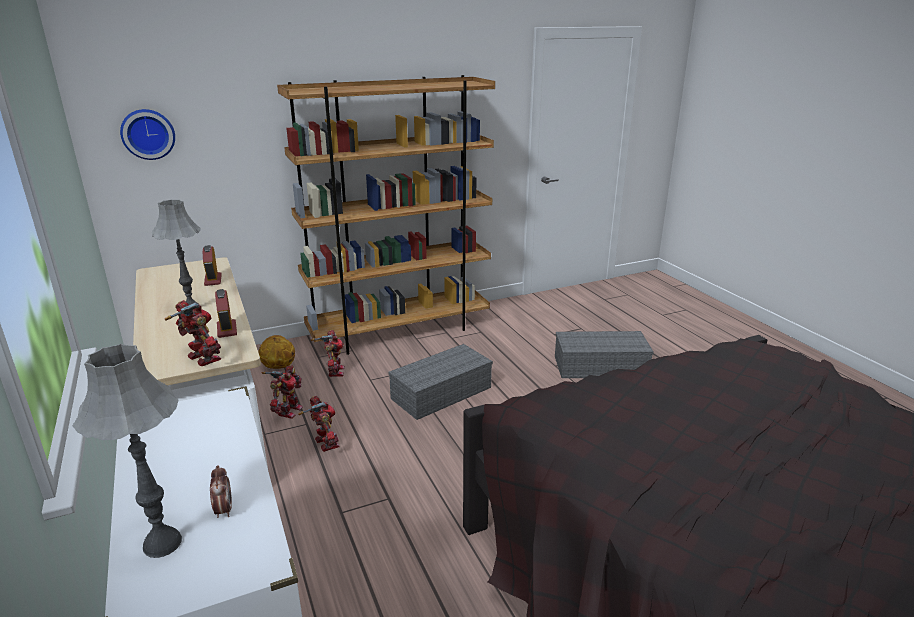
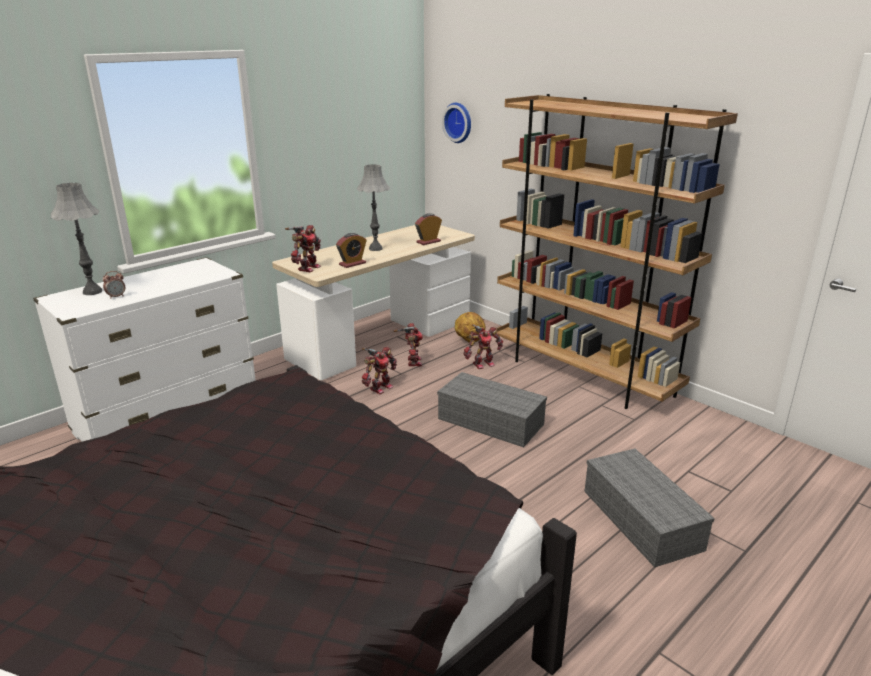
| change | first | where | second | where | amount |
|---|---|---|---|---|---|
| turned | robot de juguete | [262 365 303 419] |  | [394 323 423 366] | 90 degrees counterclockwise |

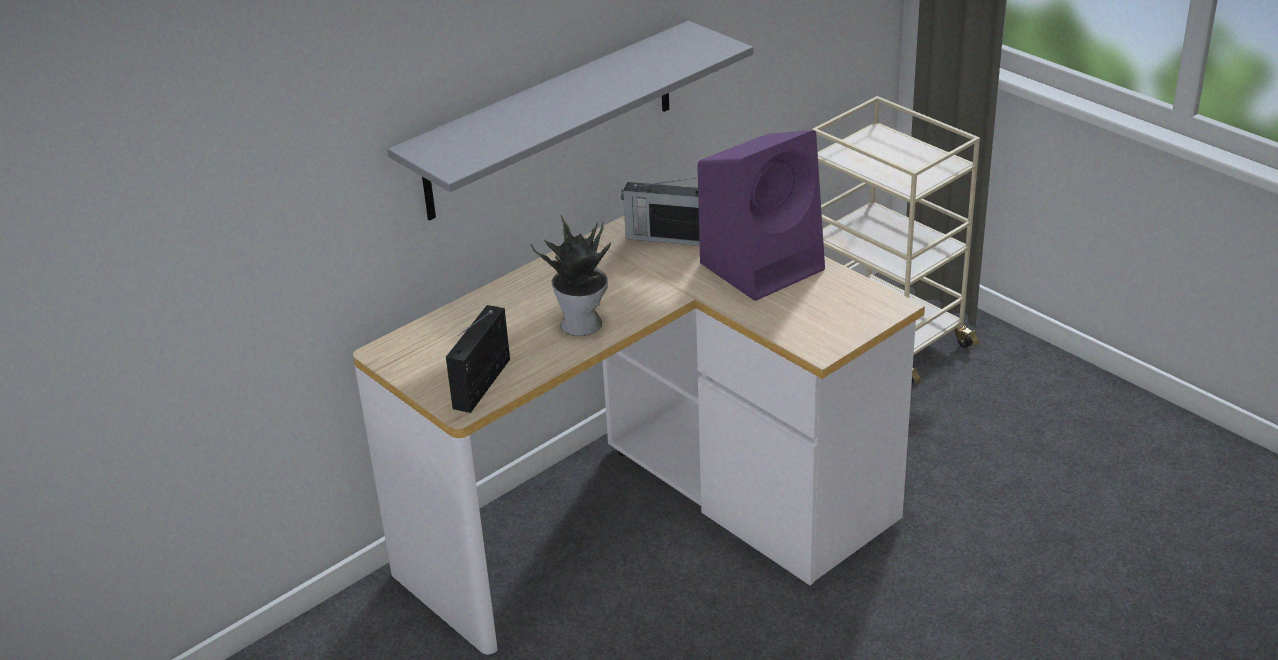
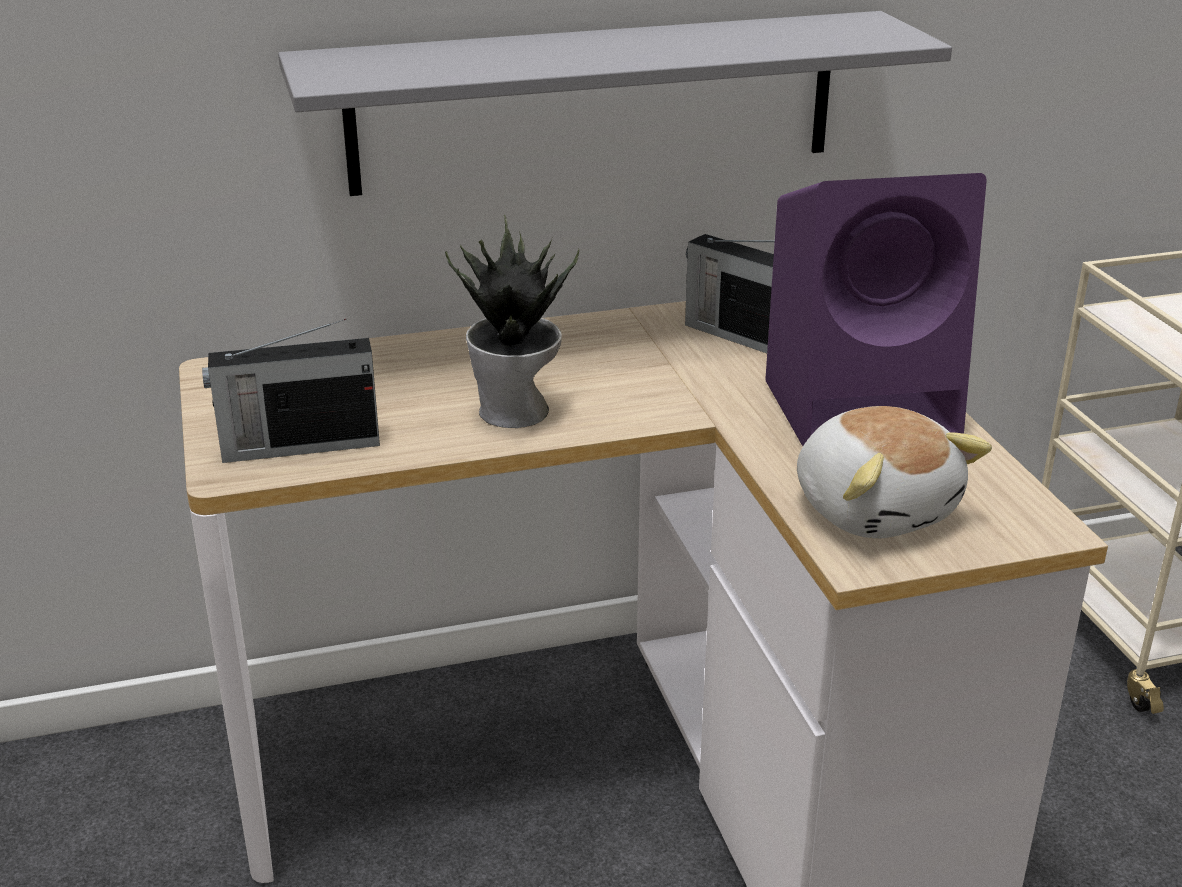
| change | first | where | second | where | amount |
|---|---|---|---|---|---|
| turned | radio | [446 305 510 413] |  | [202 319 380 463] | 150 degrees counterclockwise |
| added |  |  | peluche | [797 406 992 539] |  |

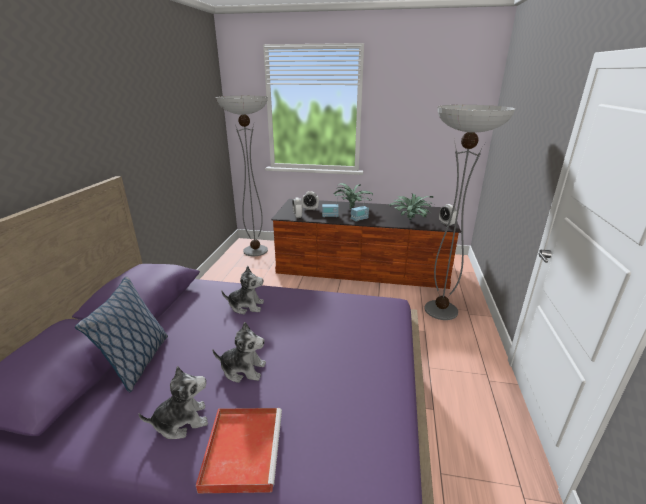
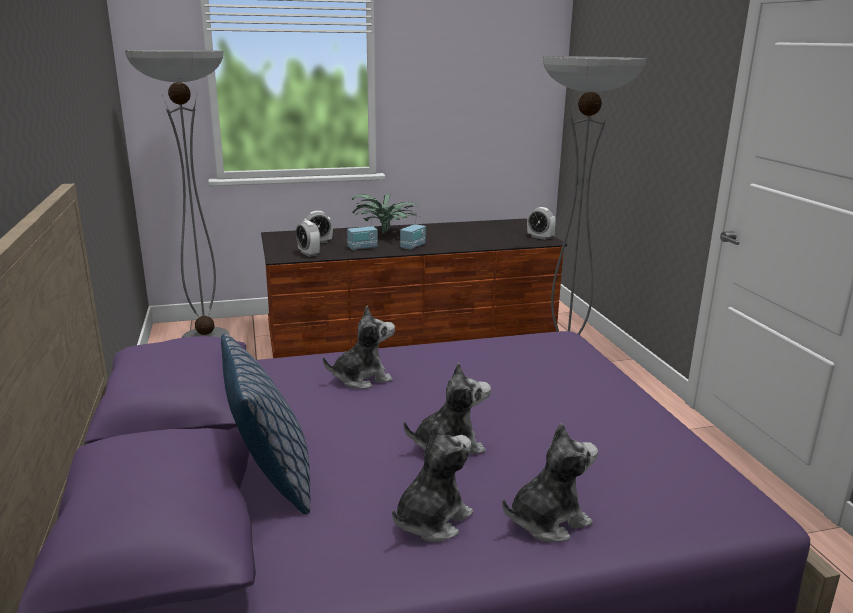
| change | first | where | second | where | amount |
|---|---|---|---|---|---|
| replaced | bandeja [rojo] | [196 408 282 493] | peluche | [502 423 598 542] |  |
| removed | planta en maceta | [389 193 433 220] |  |  |  |

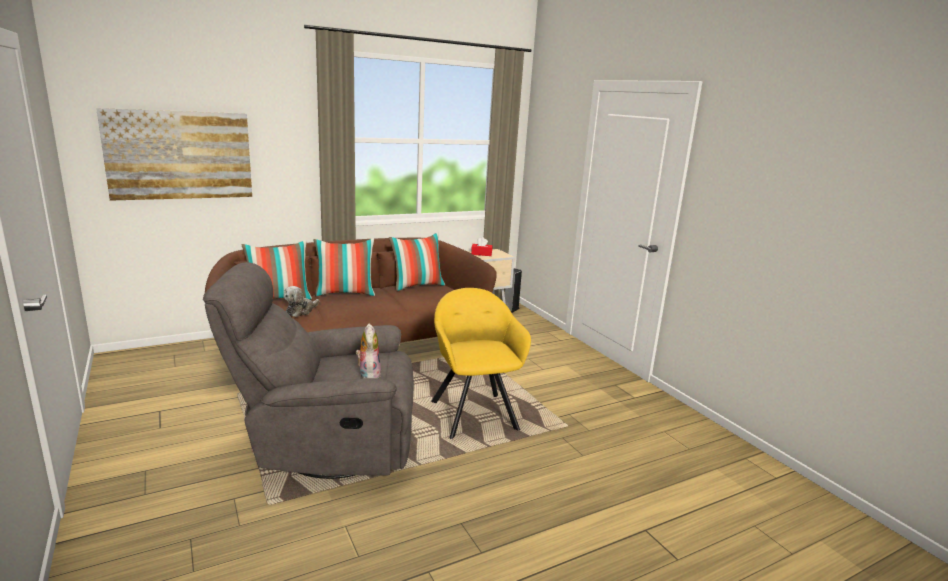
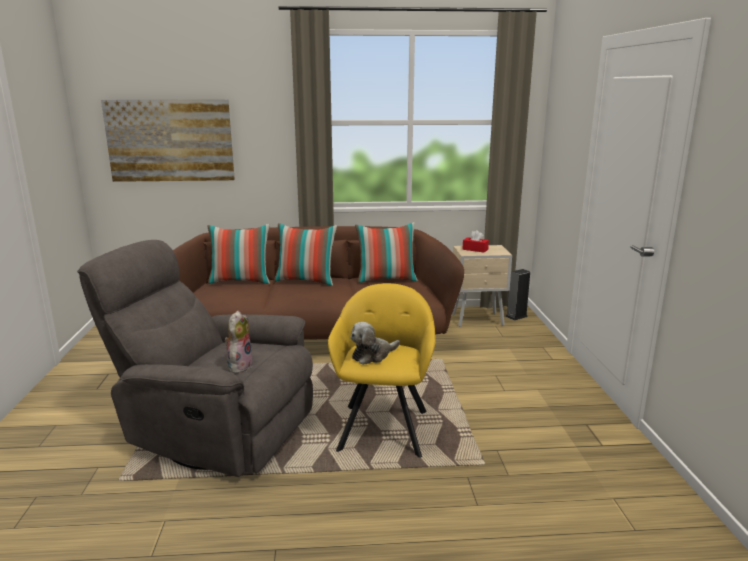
| change | first | where | second | where | amount |
|---|---|---|---|---|---|
| moved | peluche | [284 286 319 317] |  | [351 322 400 365] |  |

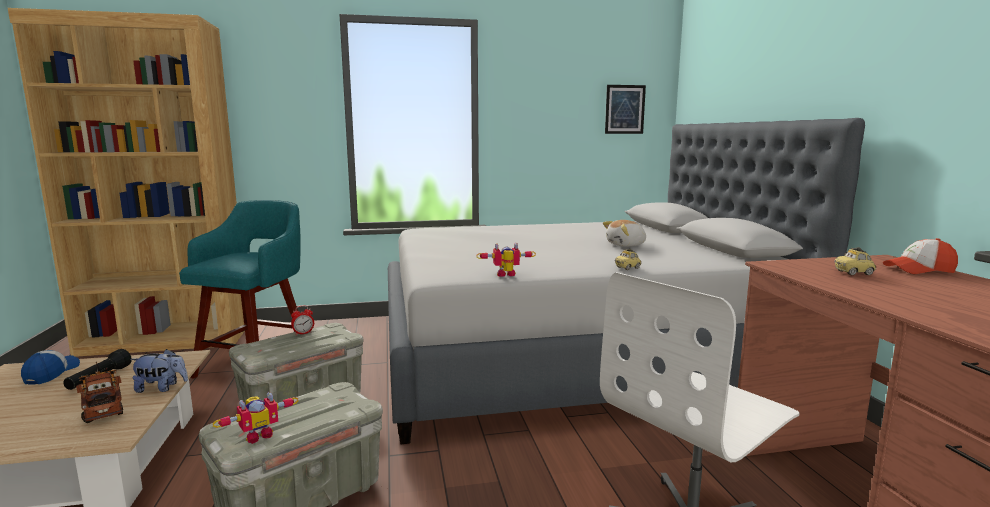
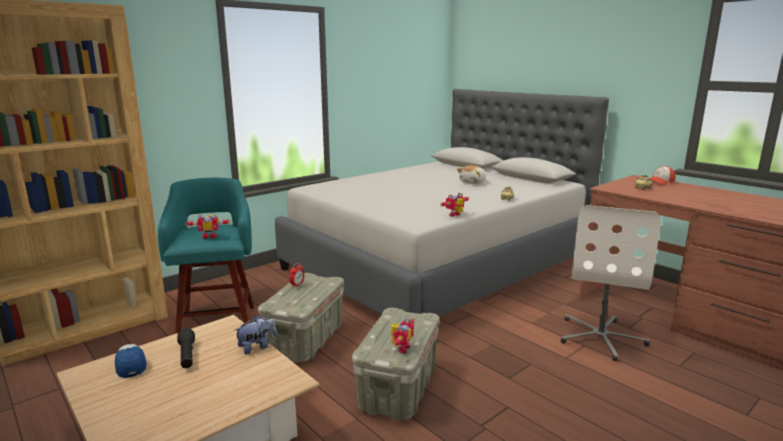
| change | first | where | second | where | amount |
|---|---|---|---|---|---|
| removed | camión de juguete | [76 362 123 423] |  |  |  |
| removed | cuadro | [605 85 646 134] |  |  |  |
| added |  |  | robot de juguete | [184 214 231 239] |  |

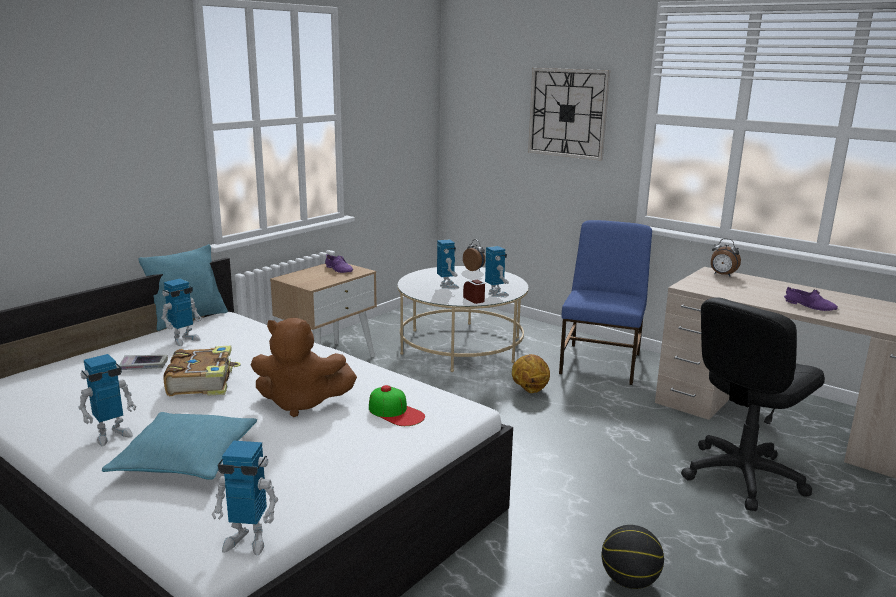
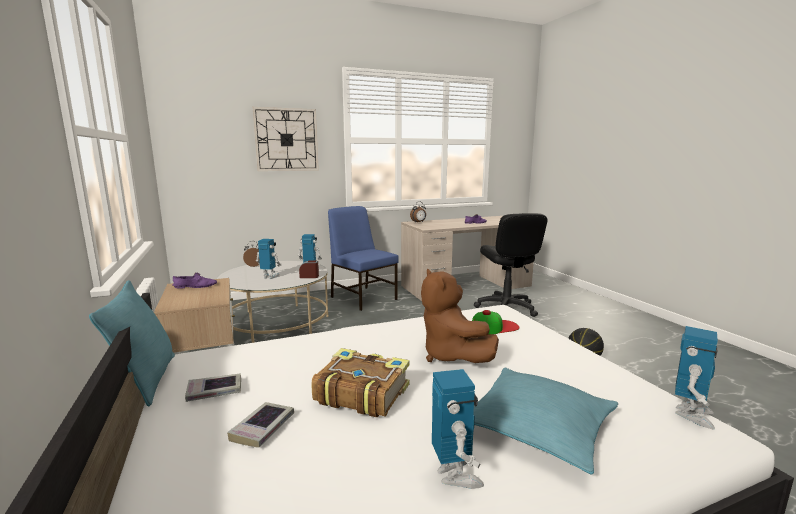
| change | first | where | second | where | amount |
|---|---|---|---|---|---|
| replaced | robot de juguete | [161 279 202 346] | libro | [185 374 241 402] |  |
| turned | peluche [marrón] | [251 318 357 417] |  | [421 269 499 363] | 120 degrees clockwise |
| removed | balón de baloncesto | [512 354 550 393] |  |  |  |

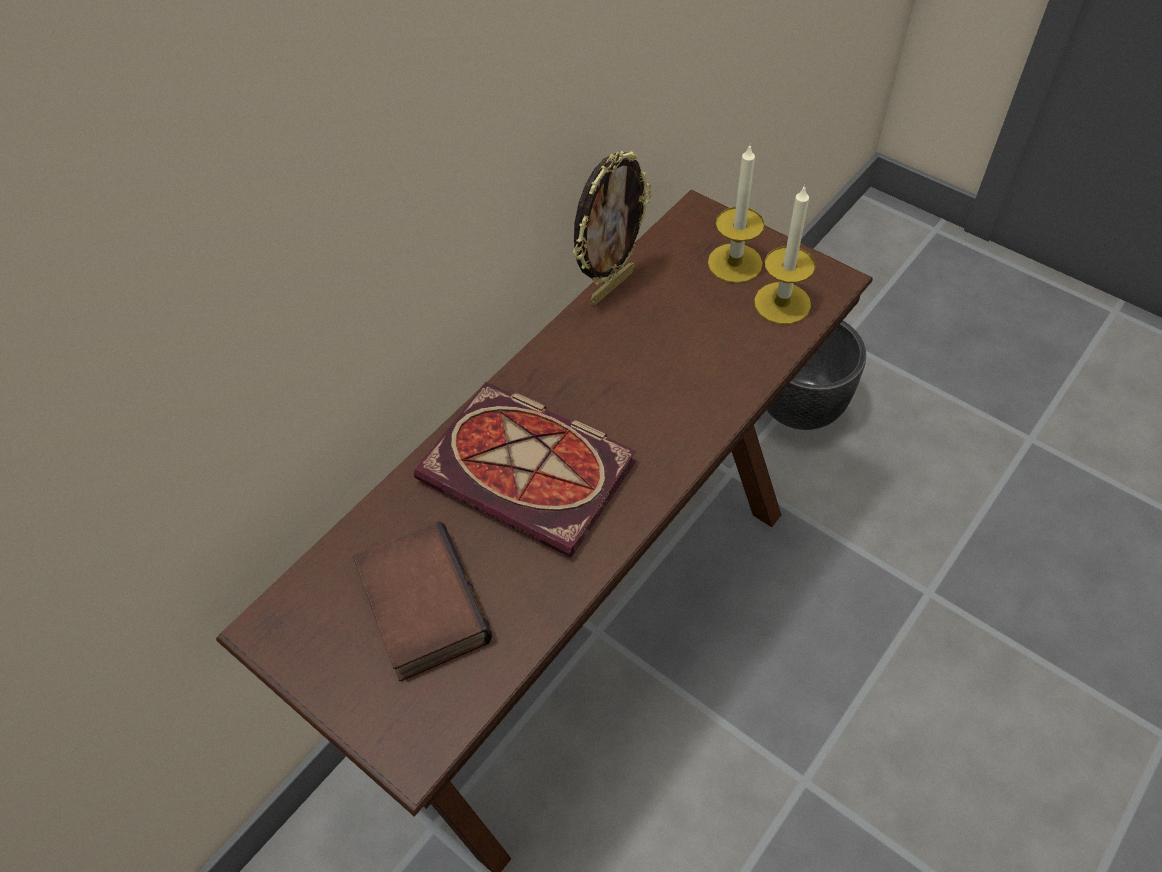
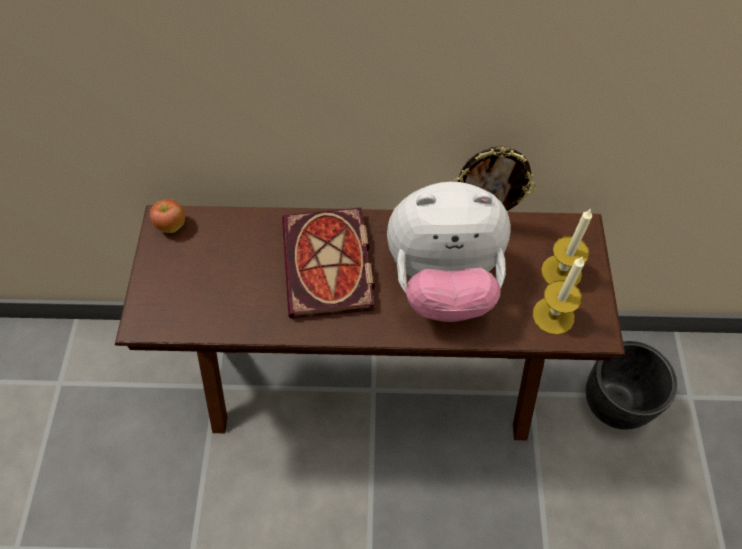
| change | first | where | second | where | amount |
|---|---|---|---|---|---|
| removed | libro | [353 521 493 681] |  |  |  |
| added |  |  | manzana | [150 199 185 233] |  |
| added |  |  | peluche | [387 182 510 322] |  |

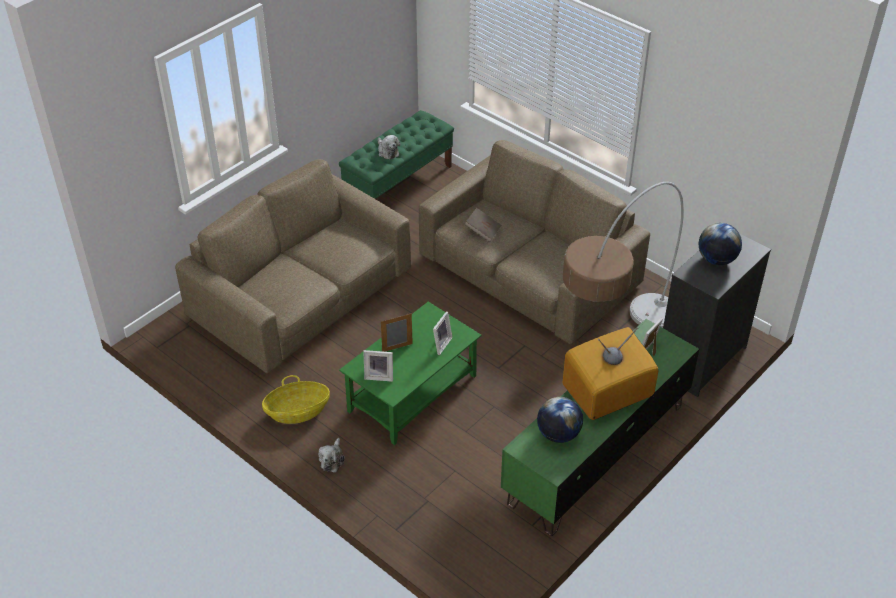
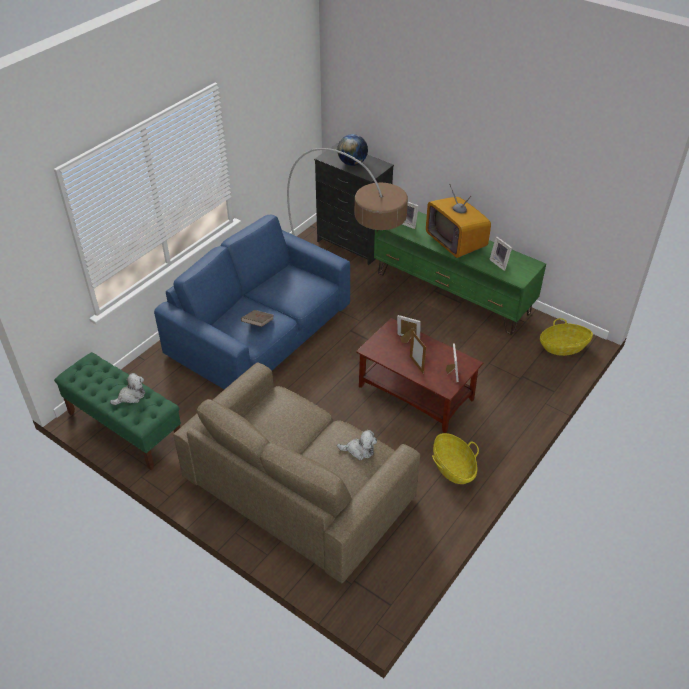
| change | first | where | second | where | amount |
|---|---|---|---|---|---|
| moved | peluche | [319 438 345 472] |  | [337 430 377 460] |  |
| recoloured | mesa de centro [verde] | [339 302 482 445] | mesa de centro [marrón] | [356 318 483 433] |  |
| recoloured | sofá [marrón] | [419 140 650 344] | sofá [azul] | [154 215 350 389] |  |
| replaced | globo terráqueo | [537 397 583 443] | portarretratos | [489 237 512 271] |  |
| added |  |  | cesta | [540 318 593 356] |  |

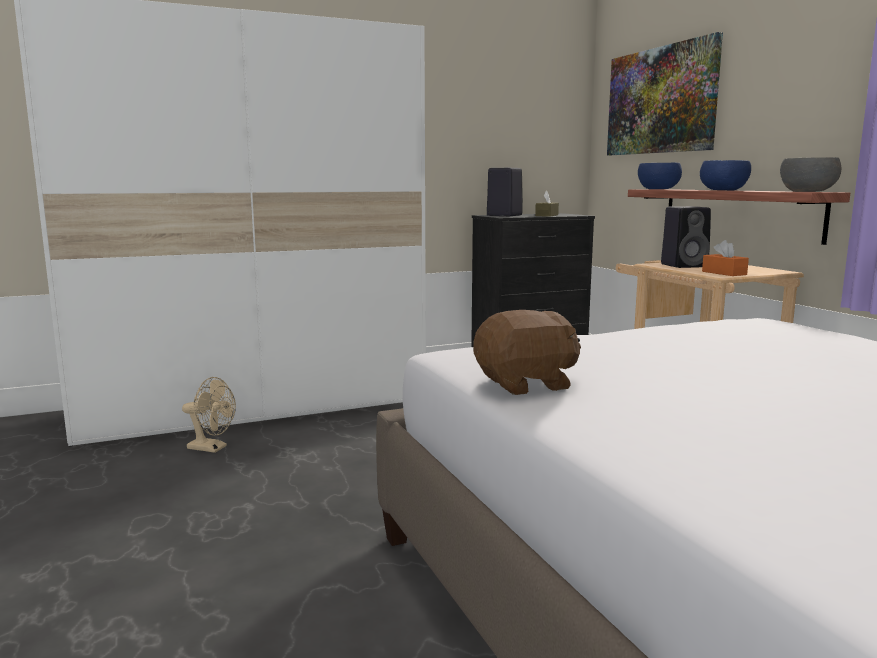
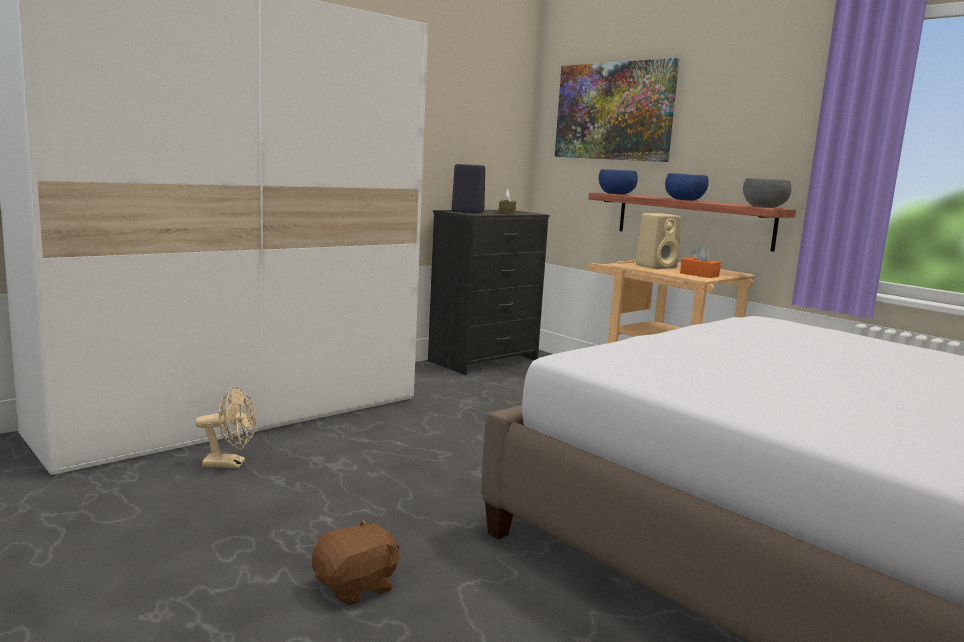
| change | first | where | second | where | amount |
|---|---|---|---|---|---|
| moved | peluche [marrón] | [473 310 581 395] |  | [312 520 400 606] |  |
| recoloured | altavoz [negro] | [661 206 711 268] | altavoz [beis] | [636 213 681 269] |  |

